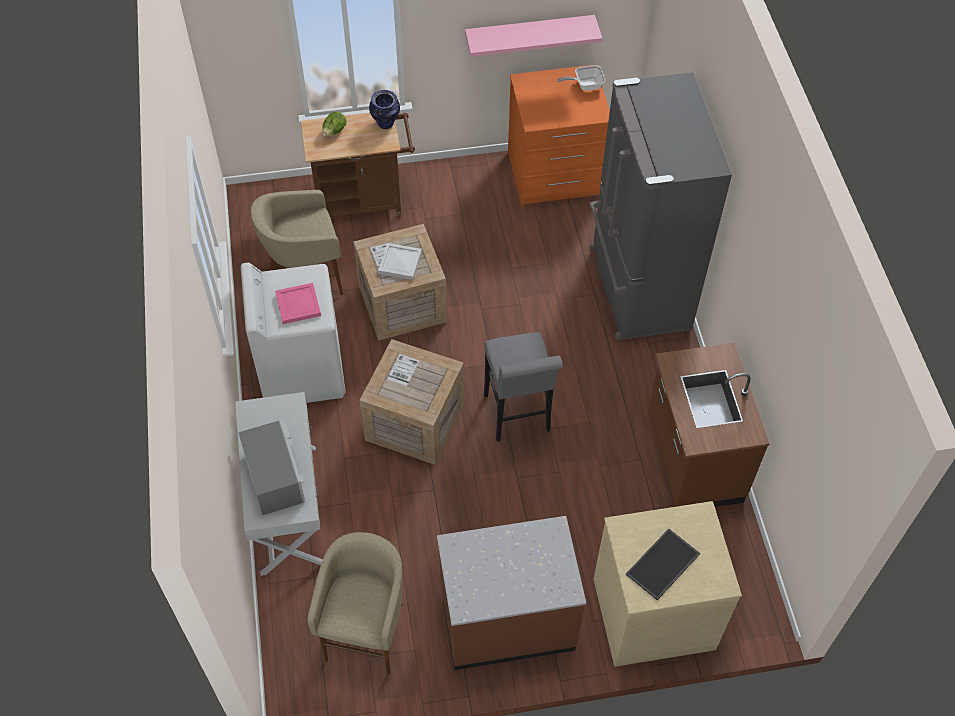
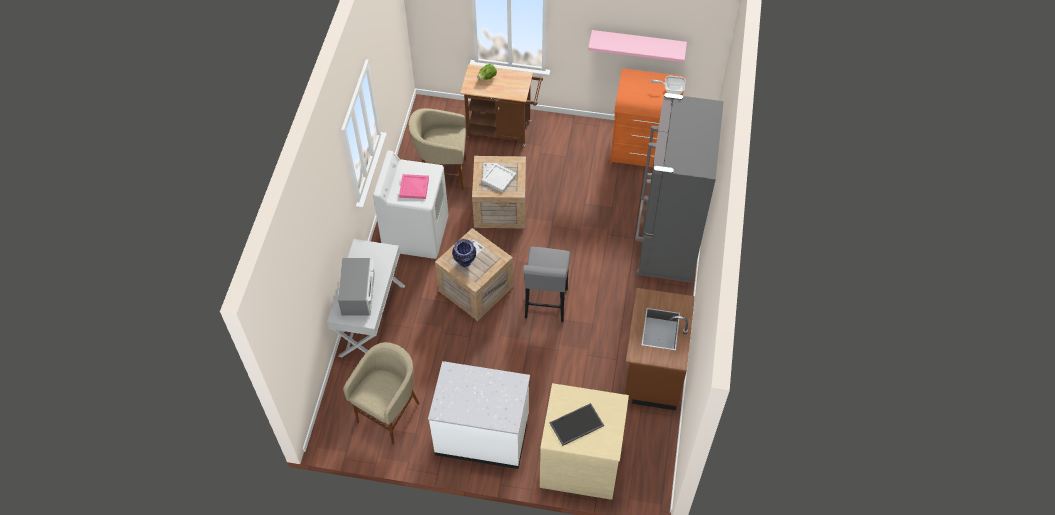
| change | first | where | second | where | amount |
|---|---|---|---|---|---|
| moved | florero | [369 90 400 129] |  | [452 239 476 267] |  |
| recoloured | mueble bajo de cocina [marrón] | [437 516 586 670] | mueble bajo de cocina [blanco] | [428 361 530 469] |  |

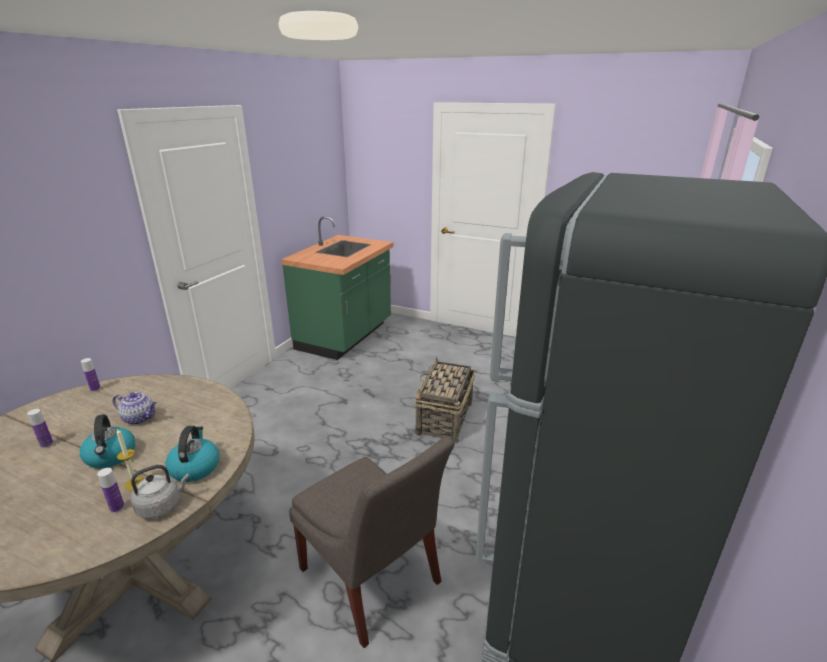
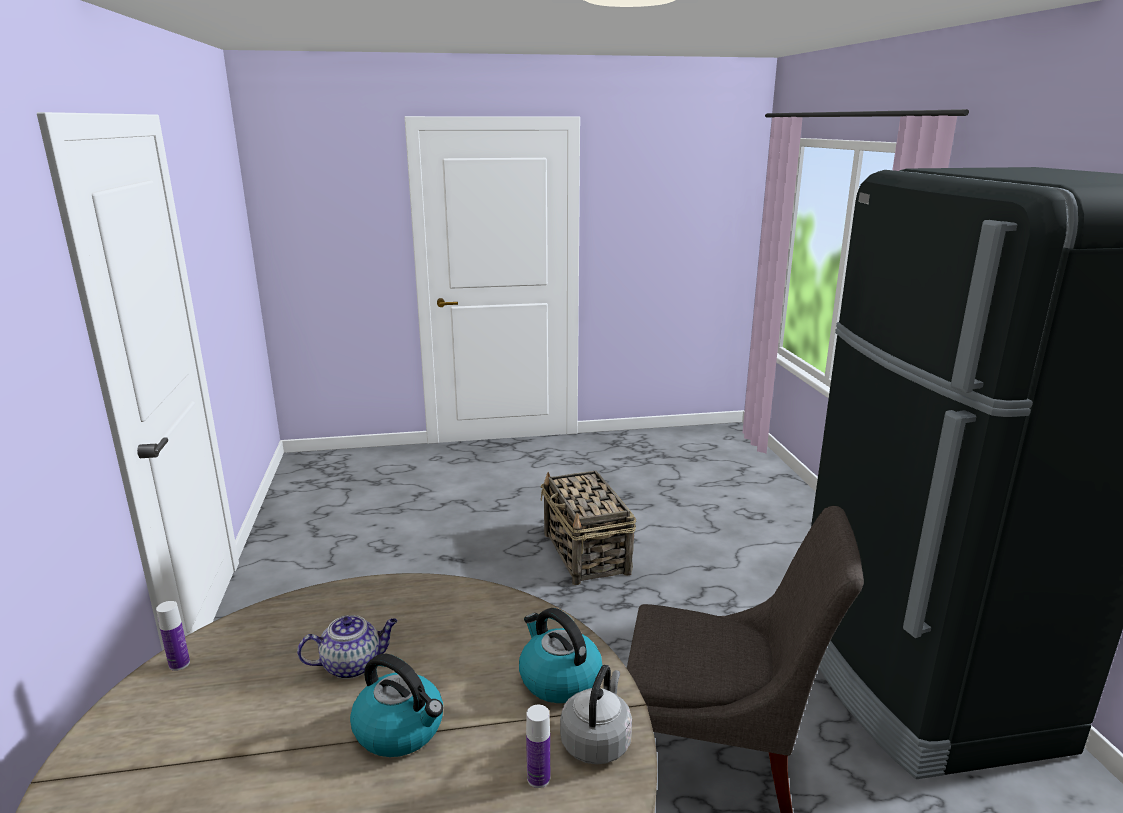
| change | first | where | second | where | amount |
|---|---|---|---|---|---|
| removed | botella | [27 409 53 448] |  |  |  |
| removed | vela | [116 428 144 490] |  |  |  |
| removed | mueble bajo de cocina [verde] | [281 216 394 360] |  |  |  |

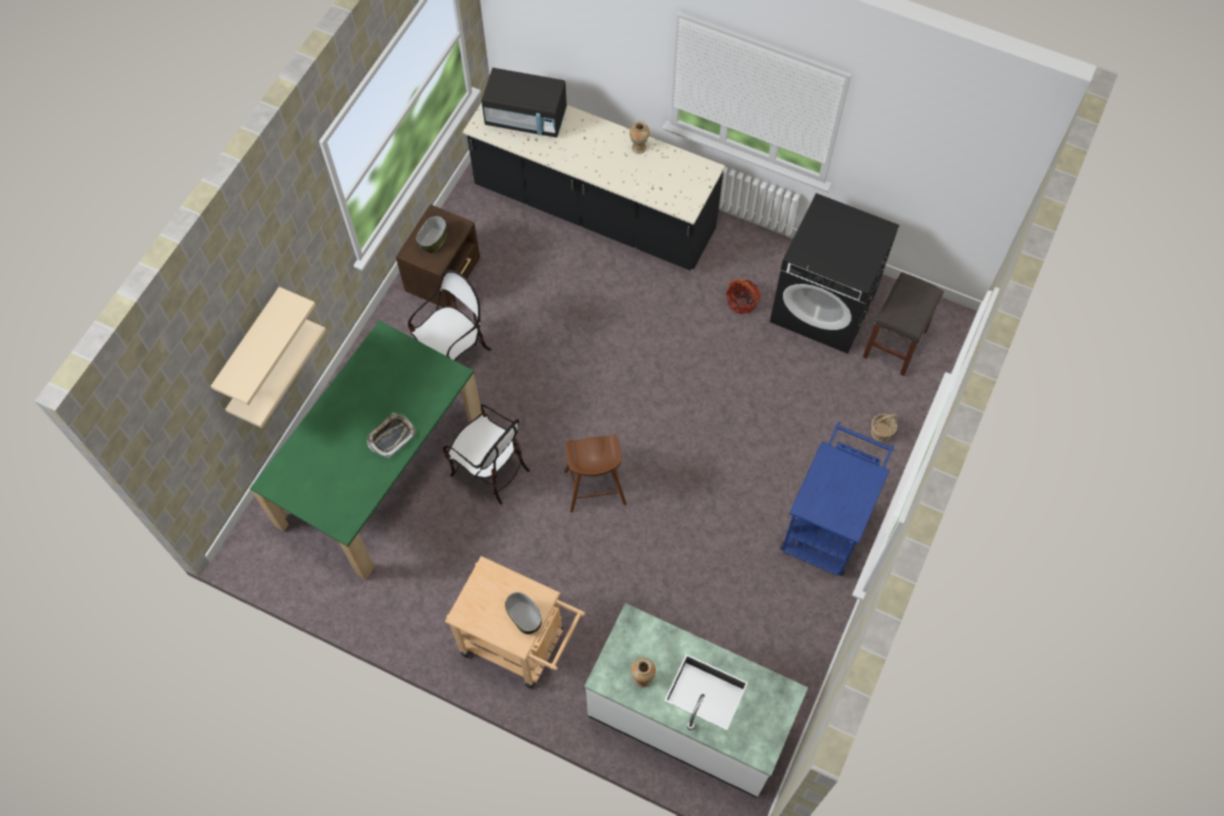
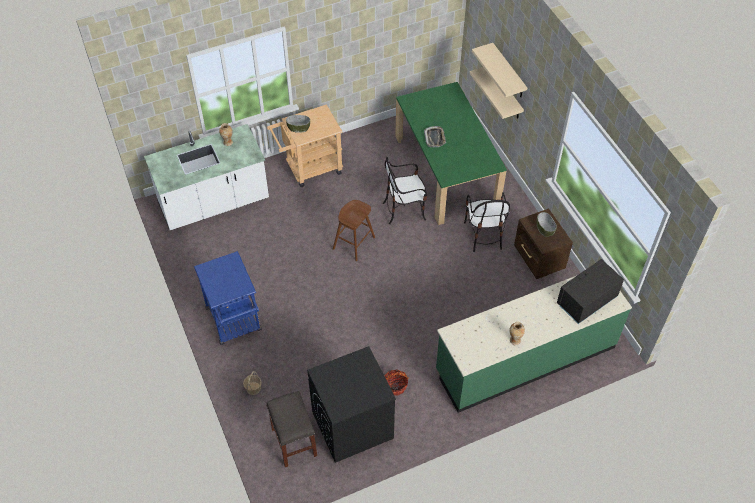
| change | first | where | second | where | amount |
|---|---|---|---|---|---|
| recoloured | mueble bajo de cocina [negro] | [463 103 725 270] | mueble bajo de cocina [verde] | [436 276 632 413] |  |

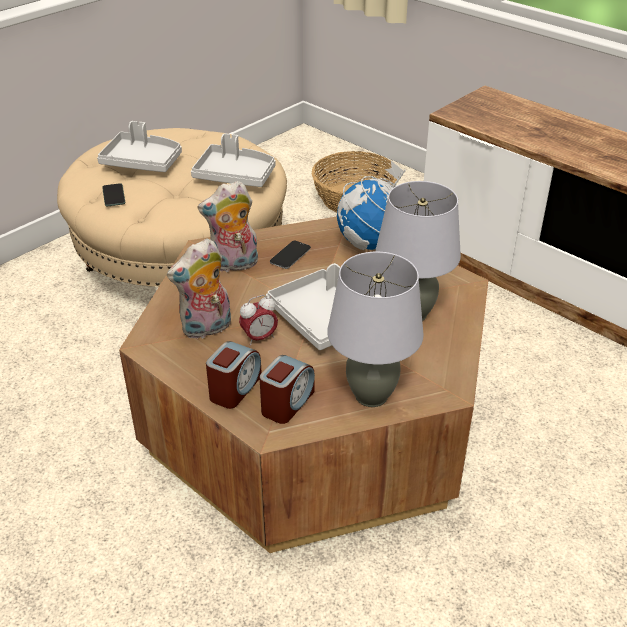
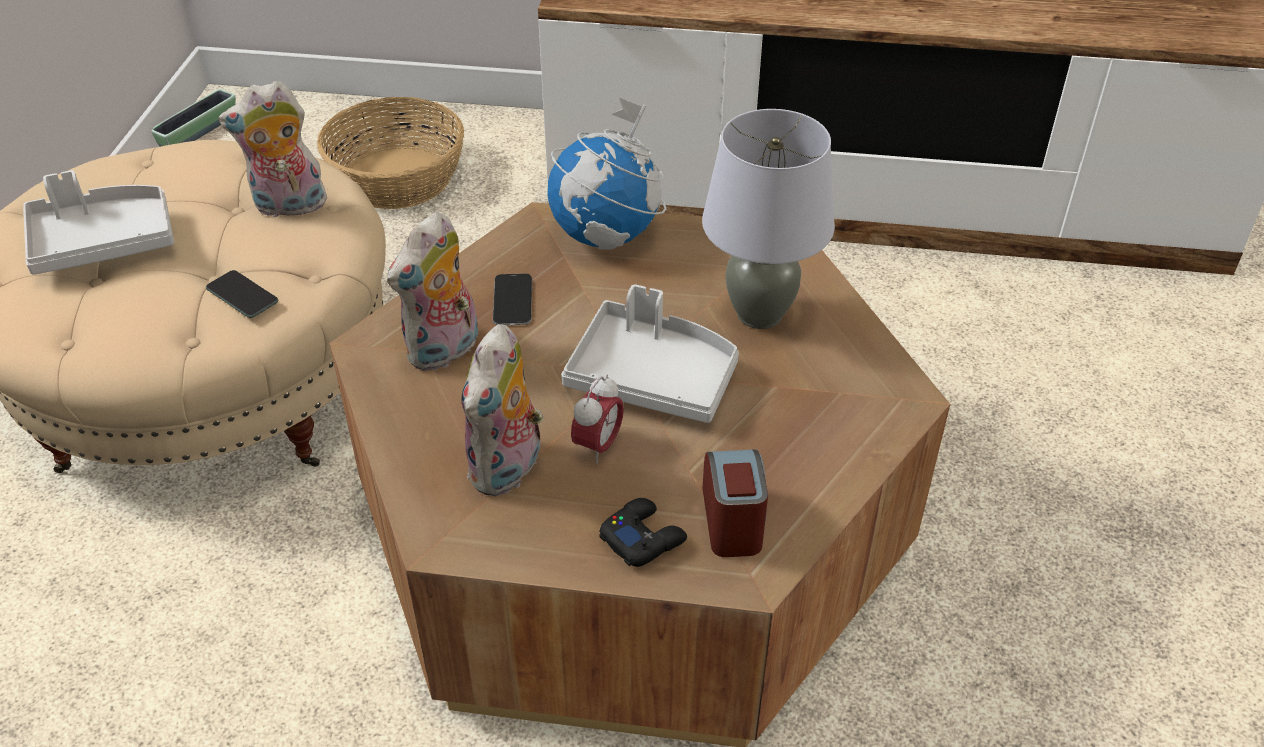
| change | first | where | second | where | amount |
|---|---|---|---|---|---|
| moved | móvil | [102 183 125 207] |  | [206 270 278 318] |  |
| replaced | bandeja [gris] | [191 133 275 187] | peluche | [218 81 328 219] |  |
| replaced | despertador | [206 341 262 409] | mando de consola [negro] | [599 498 687 567] |  |
| removed | lámpara de mesa [gris] | [327 252 424 407] |  |  |  |
| added |  |  | maceta | [152 89 236 147] |  |

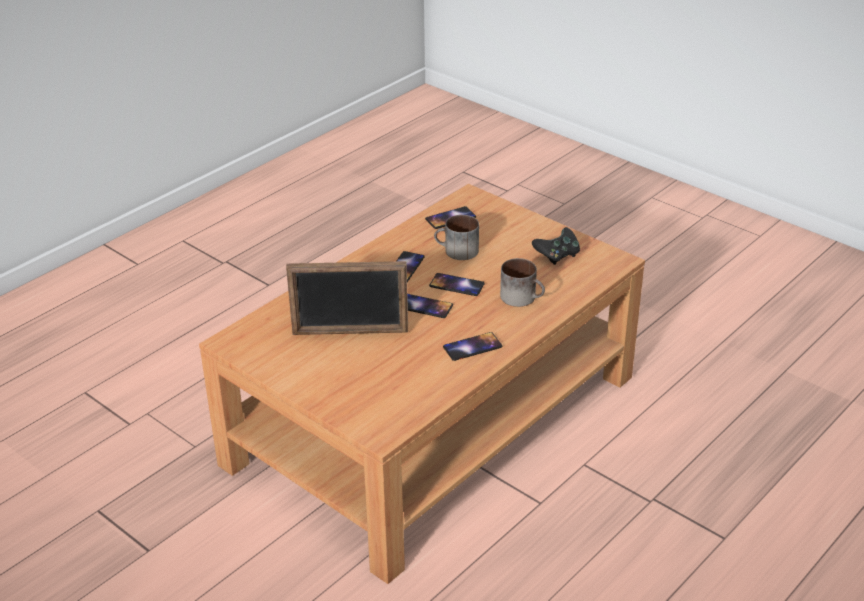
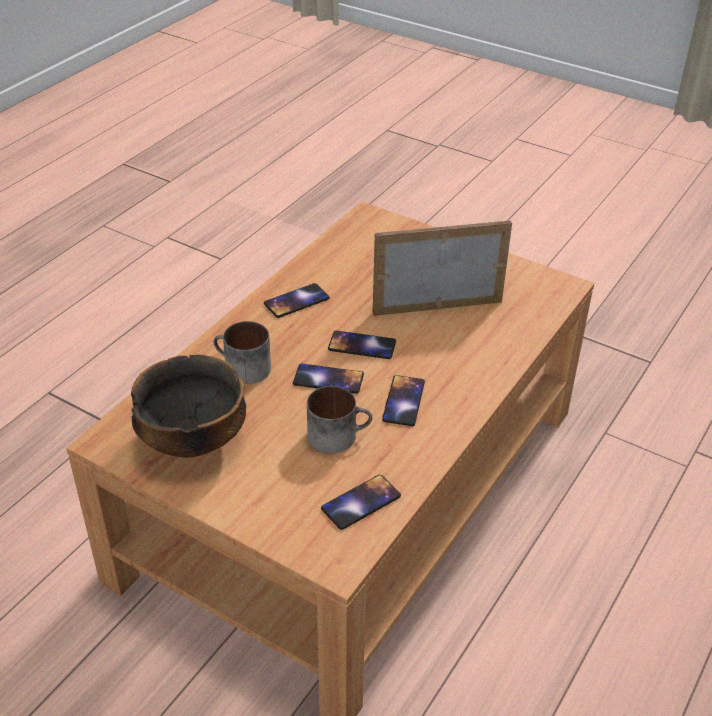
| change | first | where | second | where | amount |
|---|---|---|---|---|---|
| replaced | mando de consola [negro] | [532 227 580 265] | cuenco | [131 355 246 458] |  |

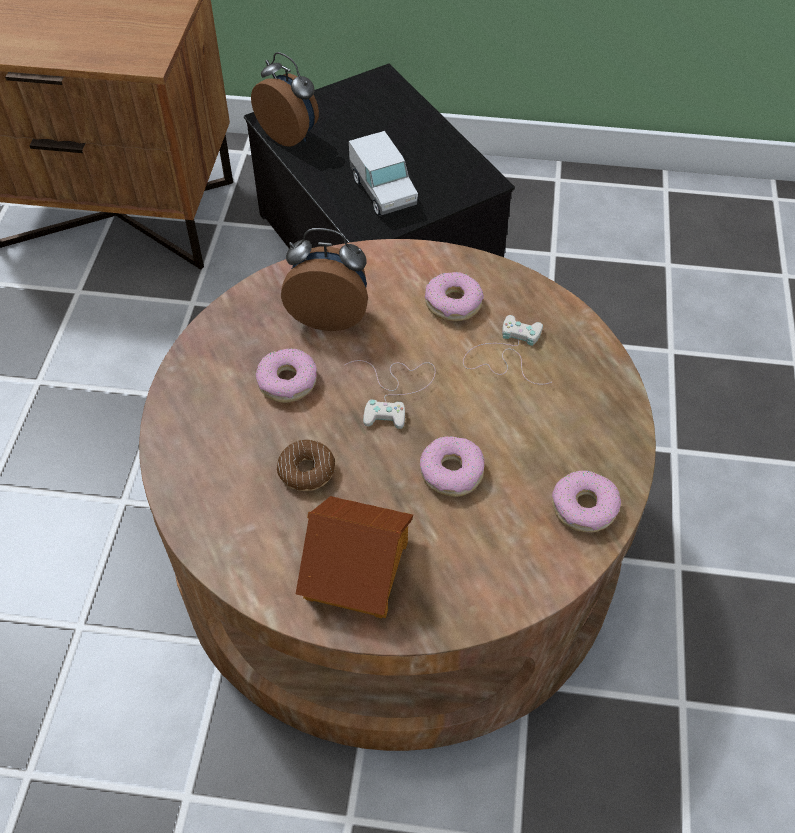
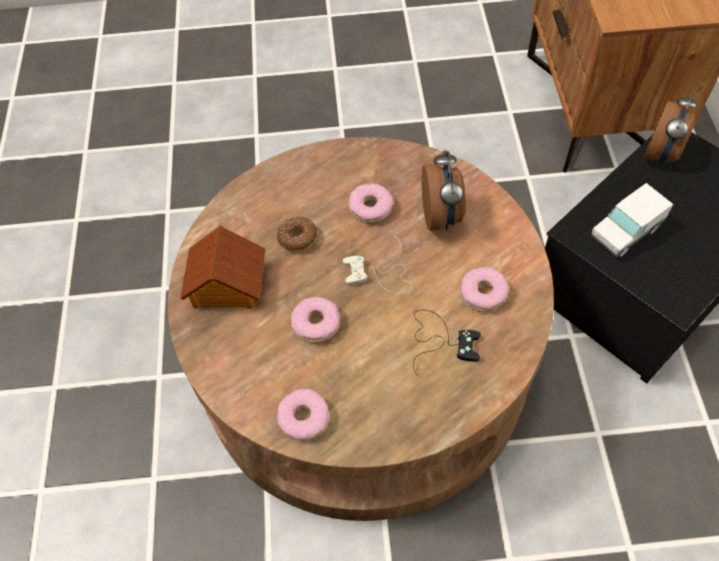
| change | first | where | second | where | amount |
|---|---|---|---|---|---|
| recoloured | mando de consola [blanco] | [463 315 552 385] | mando de consola [negro] | [413 310 481 376] |  |

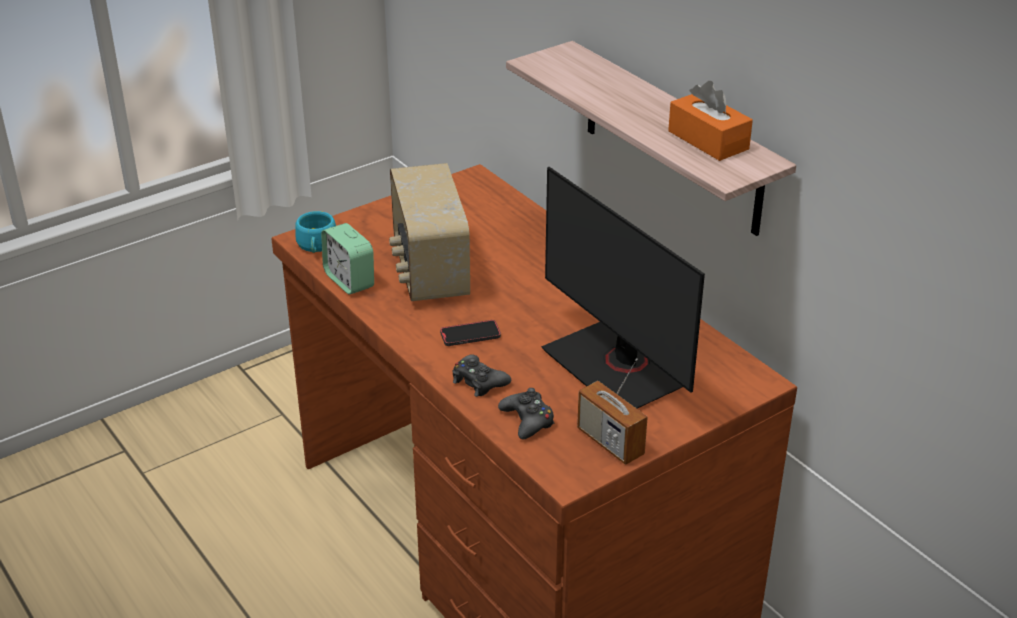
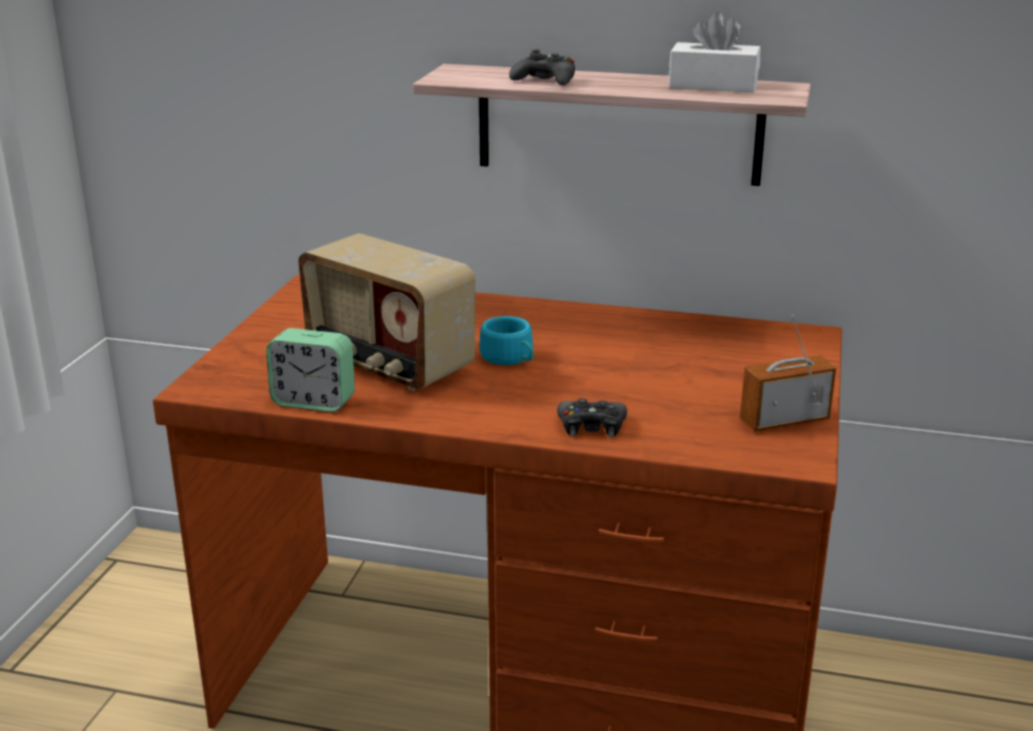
| change | first | where | second | where | amount |
|---|---|---|---|---|---|
| moved | taza [turquesa] | [295 211 336 253] |  | [479 316 534 365] |  |
| removed | móvil | [440 320 501 346] |  |  |  |
| moved | mando de consola [negro] | [498 388 554 439] |  | [509 49 575 85] |  |
| removed | monitor | [541 167 705 408] |  |  |  |
| turned | radio | [577 358 648 465] |  | [740 315 836 431] | 150 degrees clockwise |
| recoloured | caja de pañuelos [naranja] | [668 81 753 161] | caja de pañuelos [blanco] | [669 12 761 93] |  |

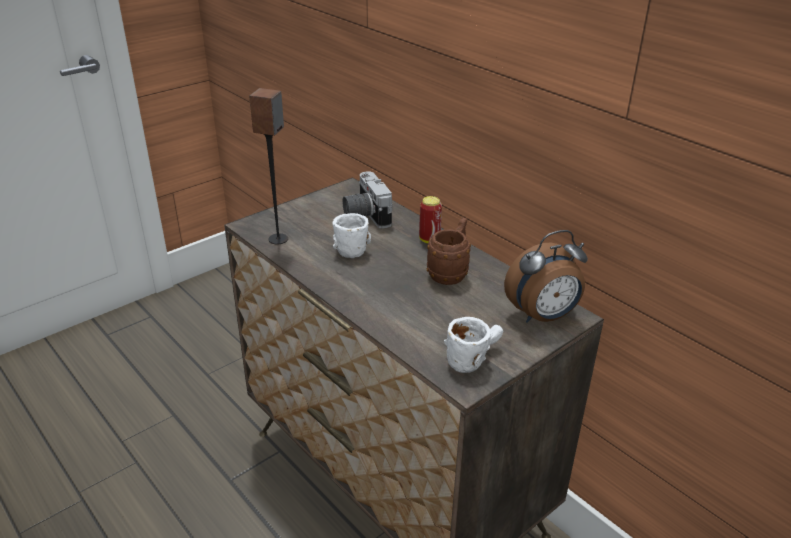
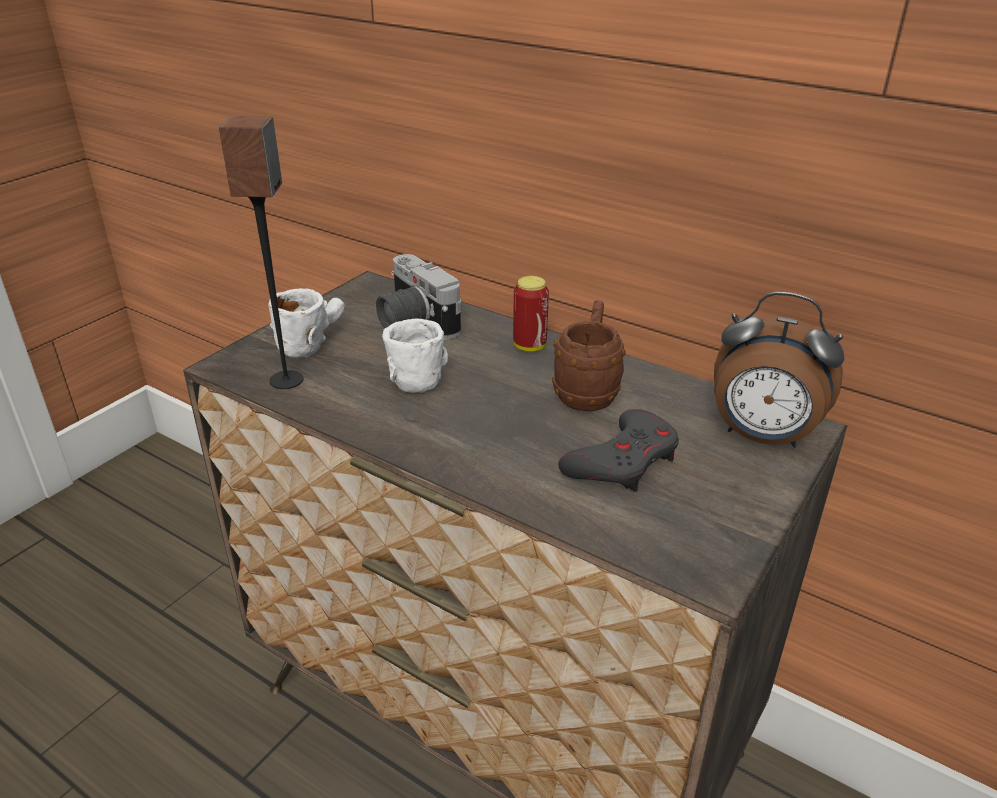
| change | first | where | second | where | amount |
|---|---|---|---|---|---|
| moved | taza grande [blanco] | [444 317 503 373] |  | [268 288 345 358] |  |
| turned | despertador | [504 230 588 323] |  | [714 292 845 448] | 60 degrees clockwise |
| added |  |  | mando de consola [gris] | [558 409 679 492] |  |

